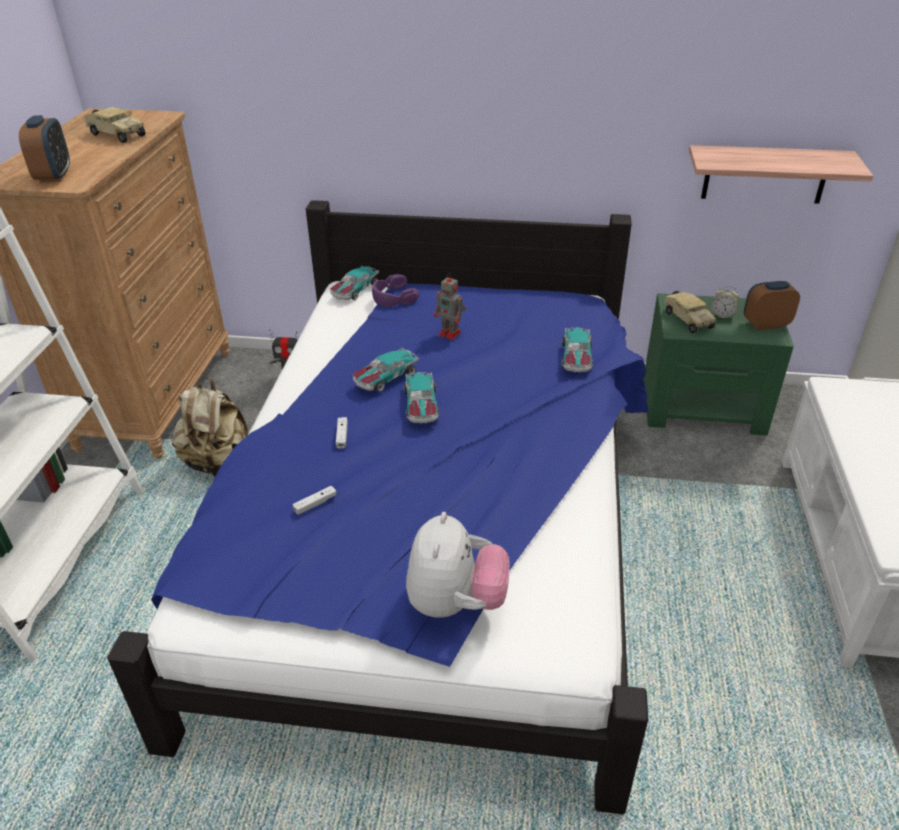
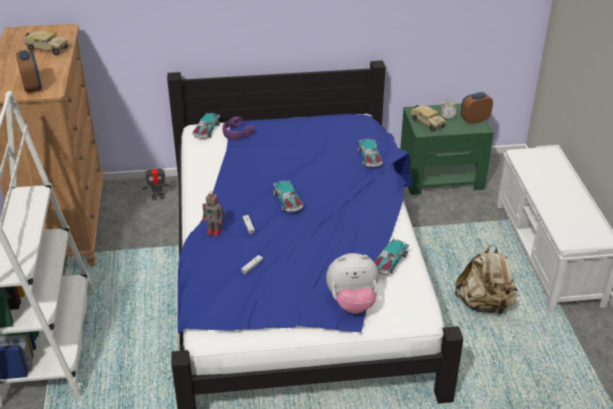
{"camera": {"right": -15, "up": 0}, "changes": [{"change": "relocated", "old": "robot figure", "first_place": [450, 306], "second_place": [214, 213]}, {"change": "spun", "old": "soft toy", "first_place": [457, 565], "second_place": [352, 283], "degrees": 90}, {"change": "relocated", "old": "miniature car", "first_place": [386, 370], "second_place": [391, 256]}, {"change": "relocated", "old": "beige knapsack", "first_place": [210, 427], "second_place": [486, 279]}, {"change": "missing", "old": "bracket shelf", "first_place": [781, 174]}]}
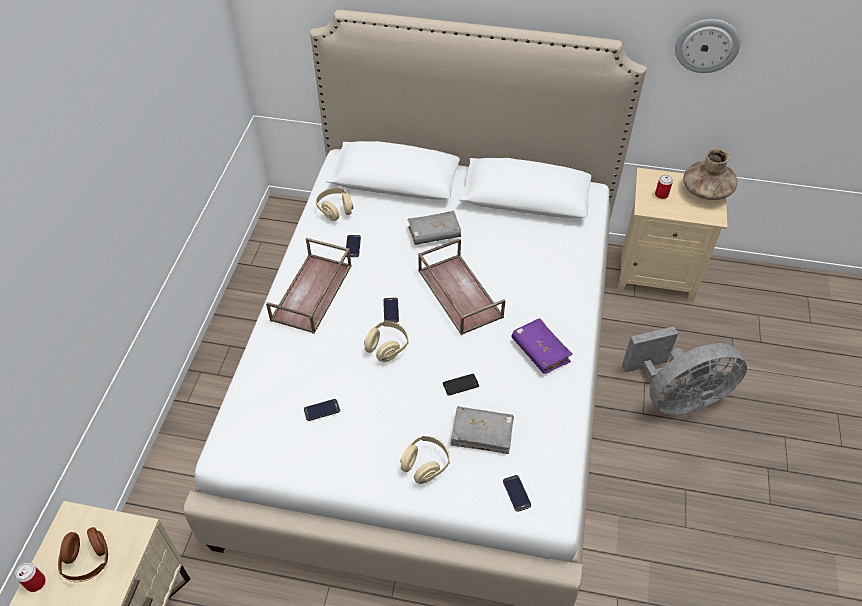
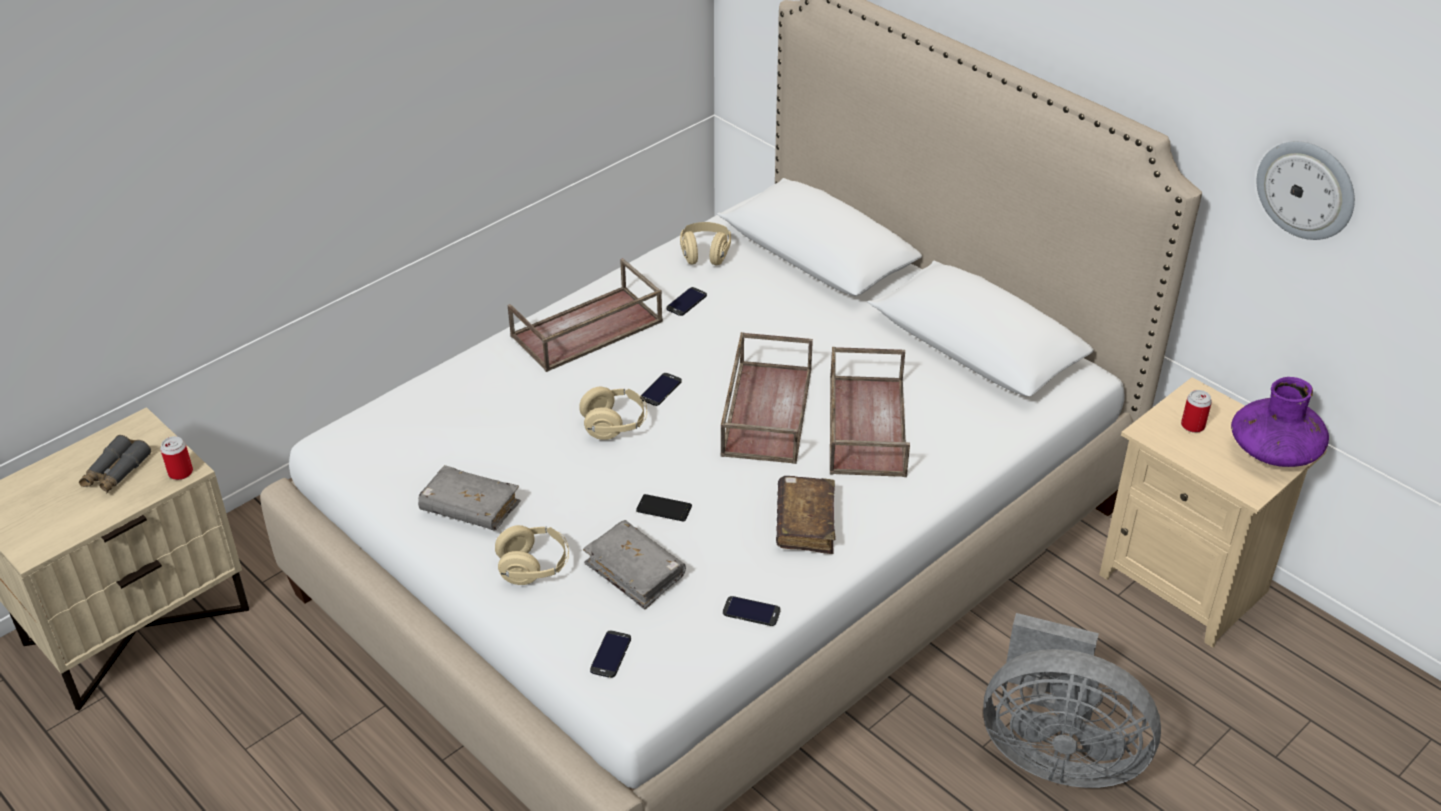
{"camera": {"right": 35, "up": -10}, "changes": [{"change": "exchanged", "old": "brown headphones", "new": "gray binoculars", "first_place": [83, 554], "second_place": [115, 464]}, {"change": "relocated", "old": "metal can", "first_place": [30, 577], "second_place": [176, 458]}, {"change": "relocated", "old": "gray book", "first_place": [434, 228], "second_place": [469, 497]}, {"change": "relocated", "old": "phone", "first_place": [322, 410], "second_place": [752, 611]}, {"change": "colour", "old": "purplish book", "new": "brown book", "first_place": [542, 346], "second_place": [805, 515]}, {"change": "appeared", "new": "brown carrying tray", "second_place": [870, 412]}, {"change": "colour", "old": "brown decorative vase", "new": "purplish decorative vase", "first_place": [710, 174], "second_place": [1280, 422]}]}
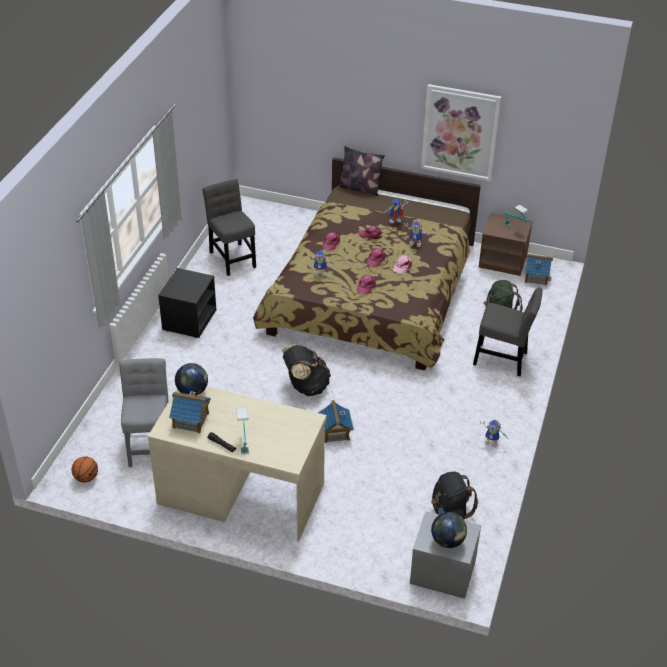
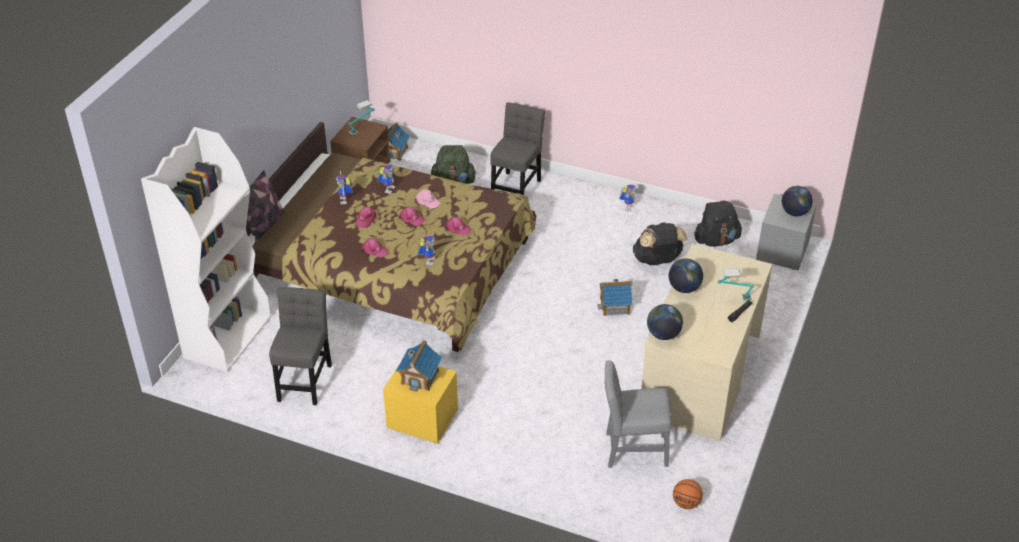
{"camera": {"right": -85, "up": 0}, "changes": [{"change": "appeared", "new": "white shelving unit", "second_place": [206, 249]}, {"change": "spun", "old": "gray upright chair", "first_place": [229, 227], "second_place": [300, 346], "degrees": 120}, {"change": "colour", "old": "black bedside table", "new": "yellow-coloured bedside table", "first_place": [187, 303], "second_place": [420, 405]}, {"change": "relocated", "old": "model house", "first_place": [189, 412], "second_place": [419, 366]}, {"change": "relocated", "old": "black knapsack", "first_place": [306, 370], "second_place": [660, 243]}, {"change": "appeared", "new": "desk globe", "second_place": [686, 276]}, {"change": "missing", "old": "wall picture", "first_place": [461, 132]}]}
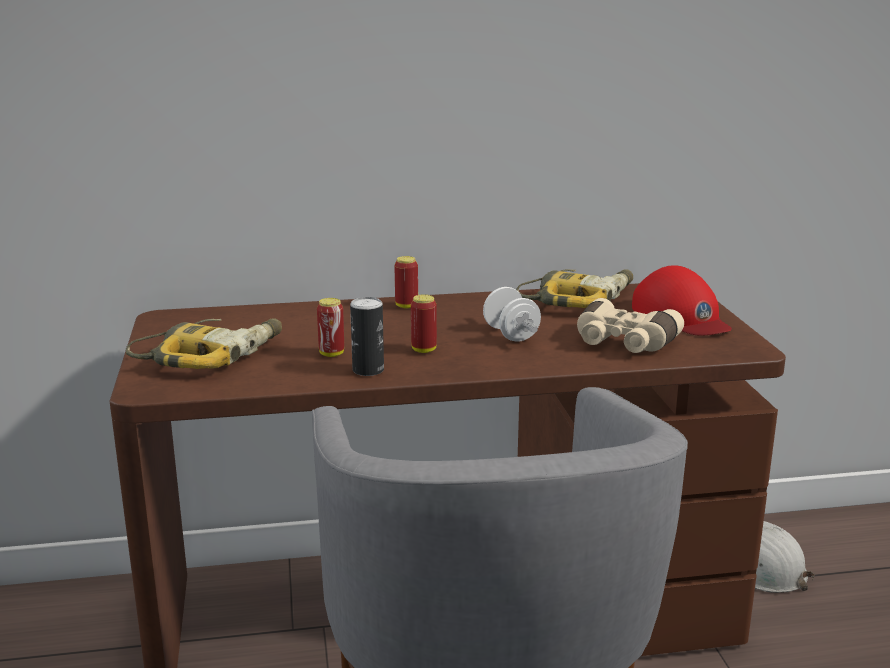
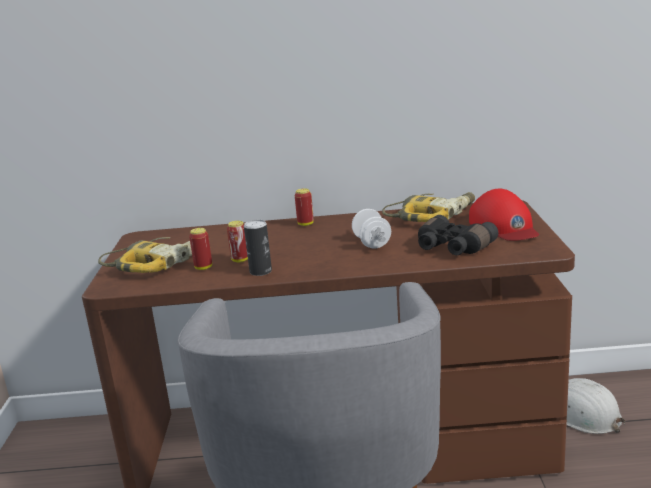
{"camera": {"right": 10, "up": 0}, "changes": [{"change": "relocated", "old": "metal can", "first_place": [424, 323], "second_place": [200, 249]}, {"change": "colour", "old": "beige binoculars", "new": "black binoculars", "first_place": [630, 325], "second_place": [458, 235]}]}
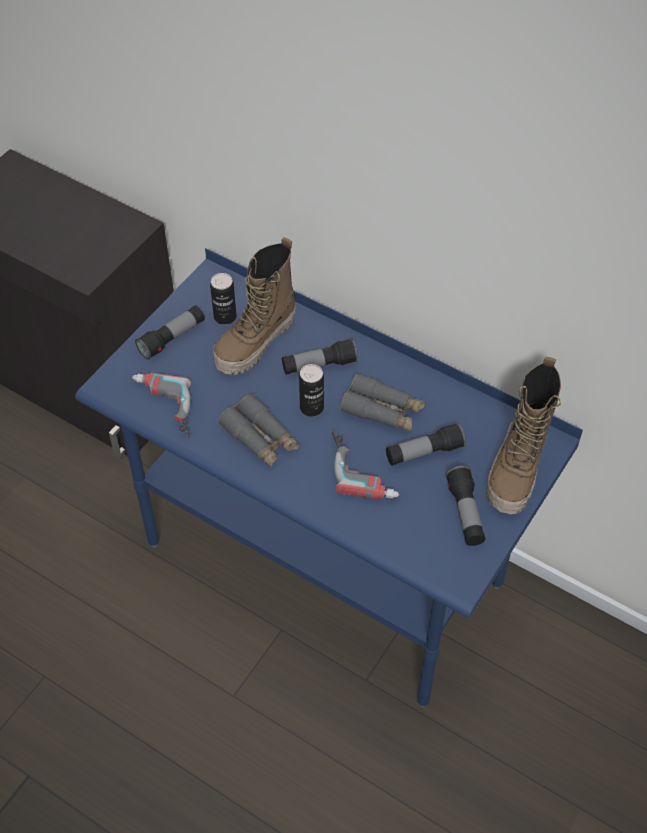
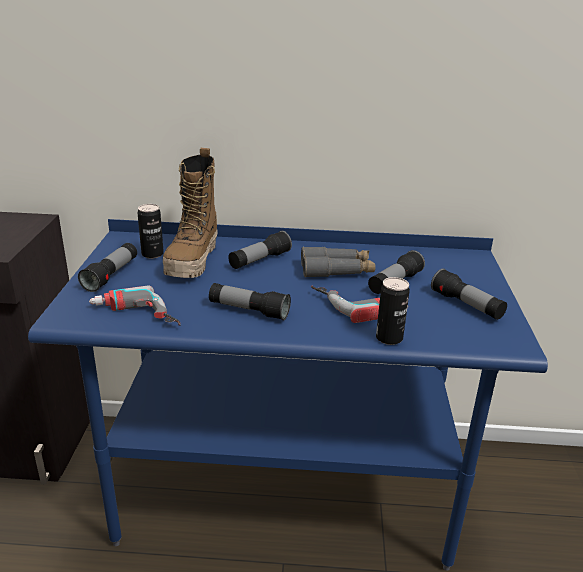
{"camera": {"right": -30, "up": -25}, "changes": [{"change": "exchanged", "old": "gray binoculars", "new": "flashlight", "first_place": [258, 431], "second_place": [250, 302]}, {"change": "relocated", "old": "metal can", "first_place": [311, 390], "second_place": [393, 311]}, {"change": "missing", "old": "high-top boot", "first_place": [523, 436]}]}
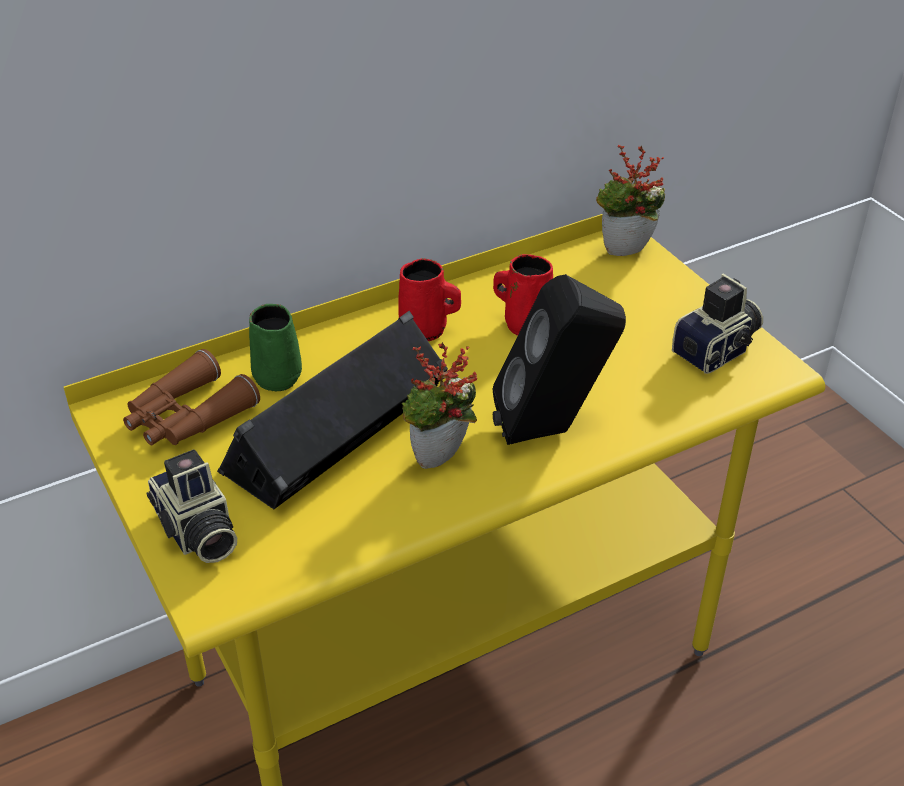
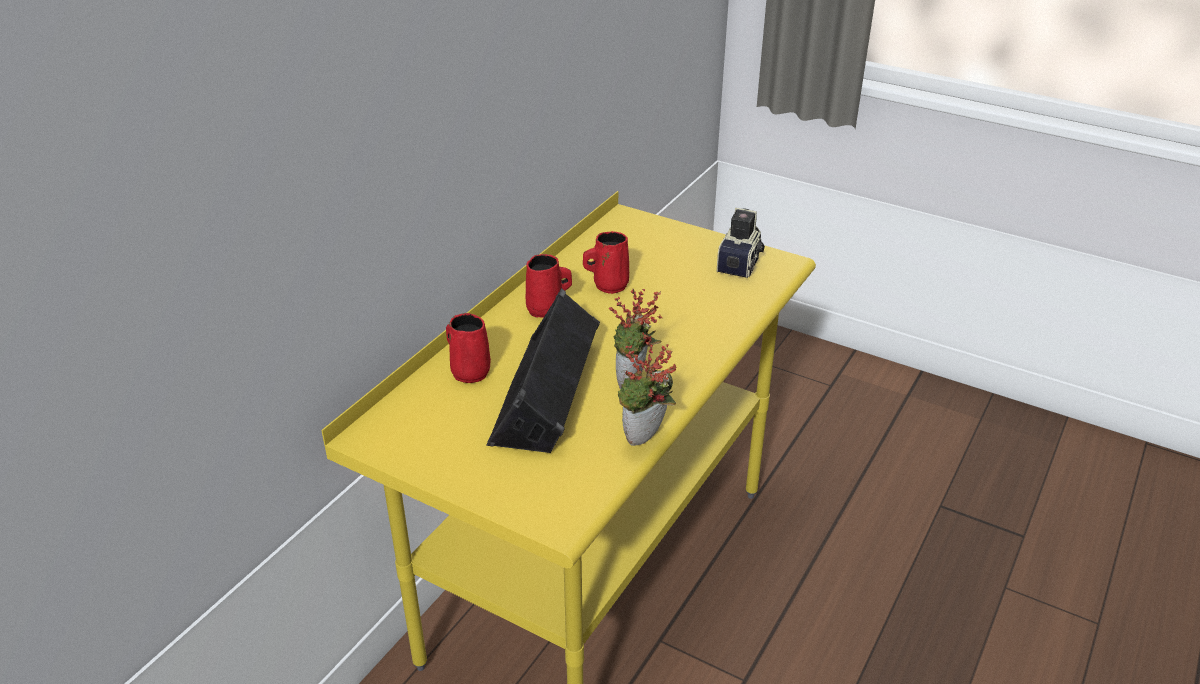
{"camera": {"right": -30, "up": -5}, "changes": [{"change": "colour", "old": "greenish mug", "new": "reddish mug", "first_place": [275, 347], "second_place": [468, 348]}, {"change": "relocated", "old": "plant in a pot", "first_place": [630, 200], "second_place": [647, 393]}, {"change": "missing", "old": "brown binoculars", "first_place": [191, 397]}, {"change": "missing", "old": "photo camera", "first_place": [191, 506]}, {"change": "missing", "old": "black speaker", "first_place": [559, 359]}]}
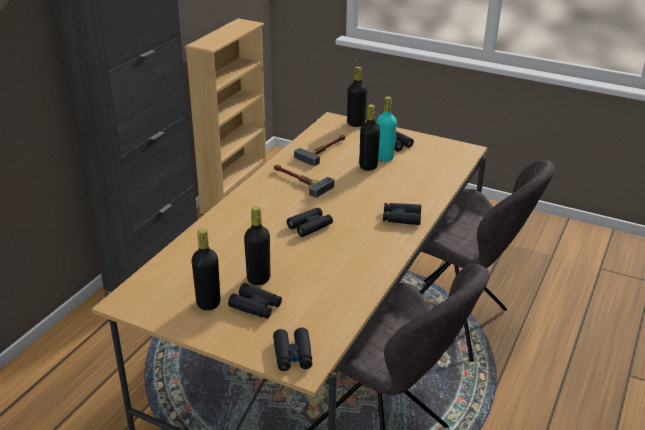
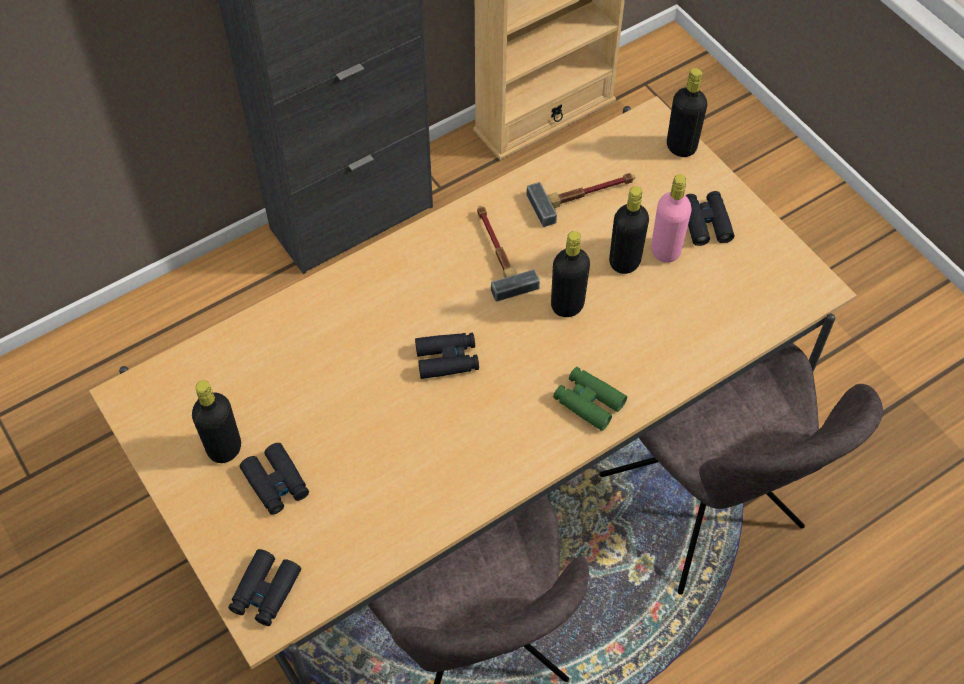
{"camera": {"right": 30, "up": 25}, "changes": [{"change": "relocated", "old": "black bottle", "first_place": [257, 245], "second_place": [570, 274]}, {"change": "colour", "old": "black binoculars", "new": "greenish binoculars", "first_place": [402, 214], "second_place": [590, 399]}, {"change": "colour", "old": "turquoise bottle", "new": "pink bottle", "first_place": [387, 128], "second_place": [671, 218]}]}
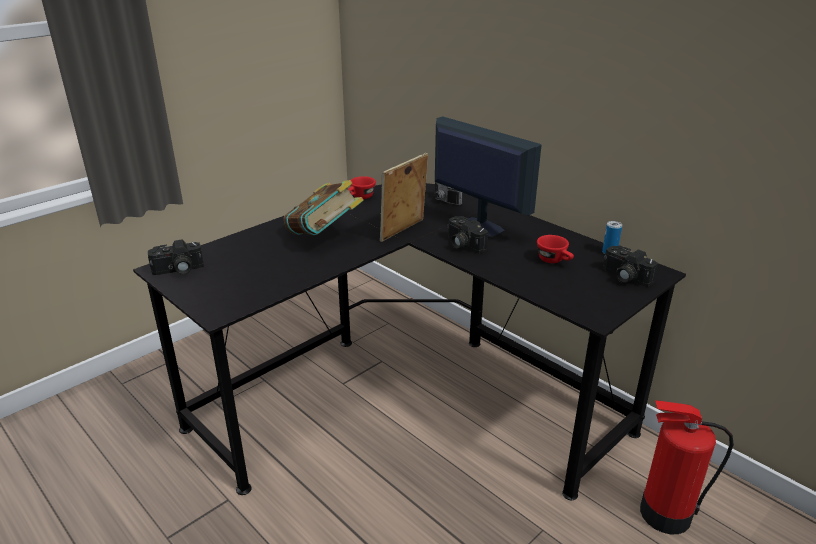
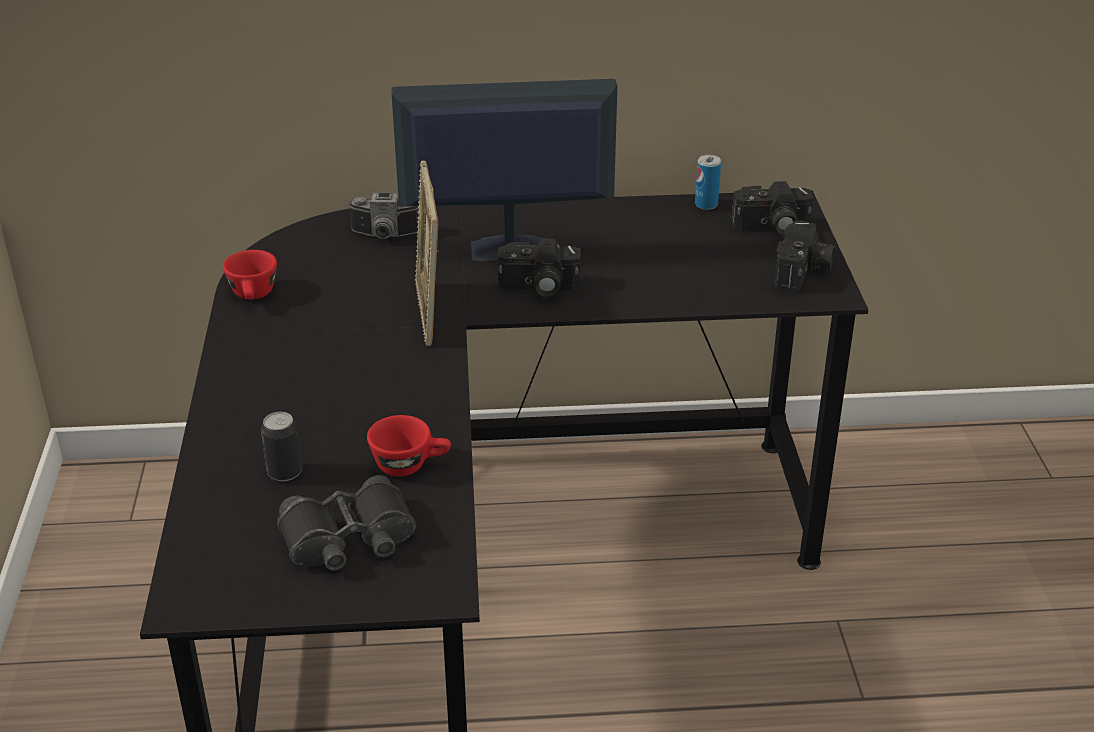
{"camera": {"right": -50, "up": 5}, "changes": [{"change": "appeared", "new": "metal can", "second_place": [281, 446]}, {"change": "appeared", "new": "black binoculars", "second_place": [346, 522]}, {"change": "relocated", "old": "reddish small cup", "first_place": [555, 249], "second_place": [409, 445]}, {"change": "relocated", "old": "photo camera", "first_place": [176, 257], "second_place": [804, 256]}, {"change": "missing", "old": "book", "first_place": [323, 207]}, {"change": "missing", "old": "fire extinguisher", "first_place": [687, 467]}]}
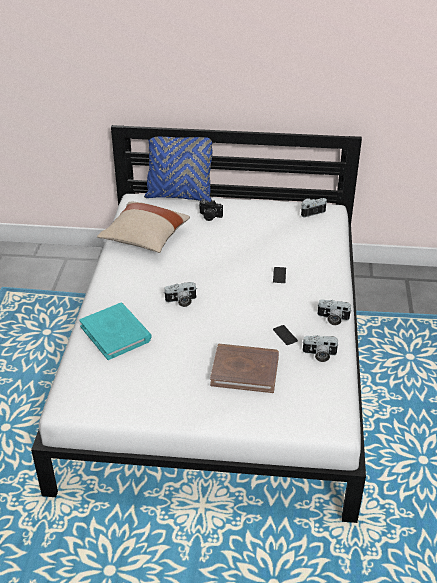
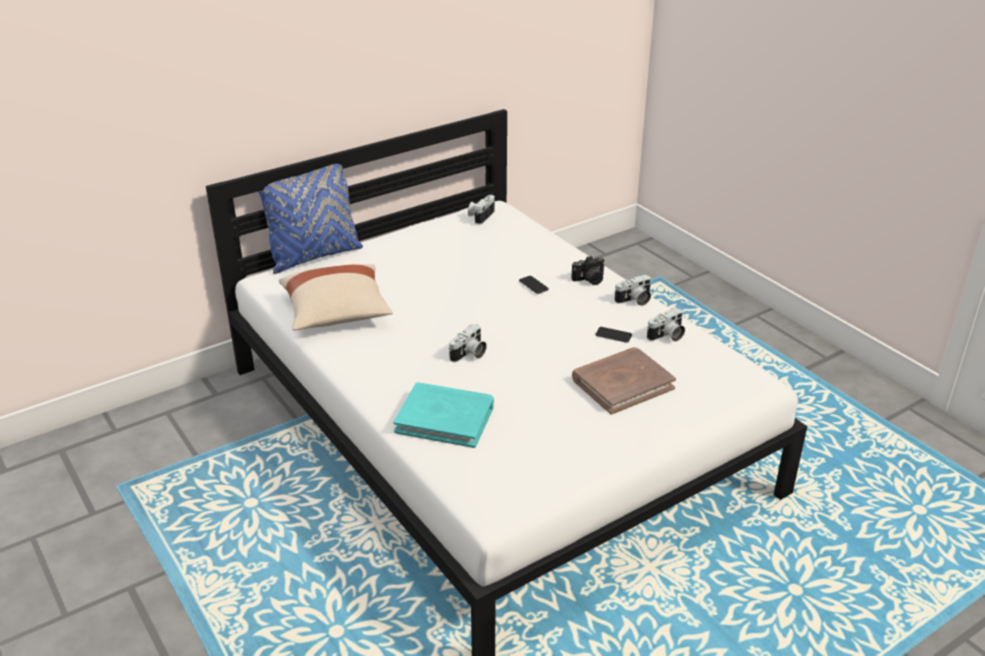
{"camera": {"right": -40, "up": -5}, "changes": [{"change": "relocated", "old": "photo camera", "first_place": [211, 210], "second_place": [588, 270]}]}
